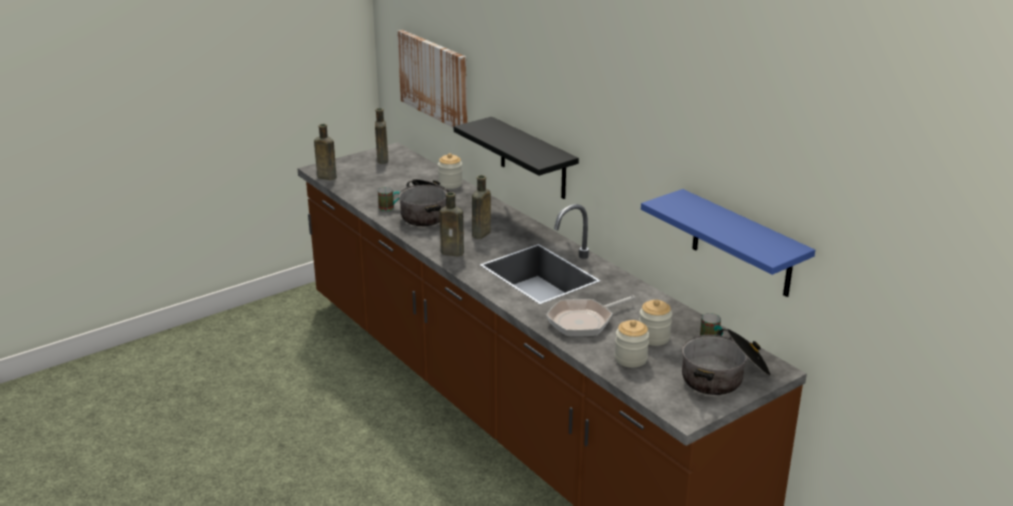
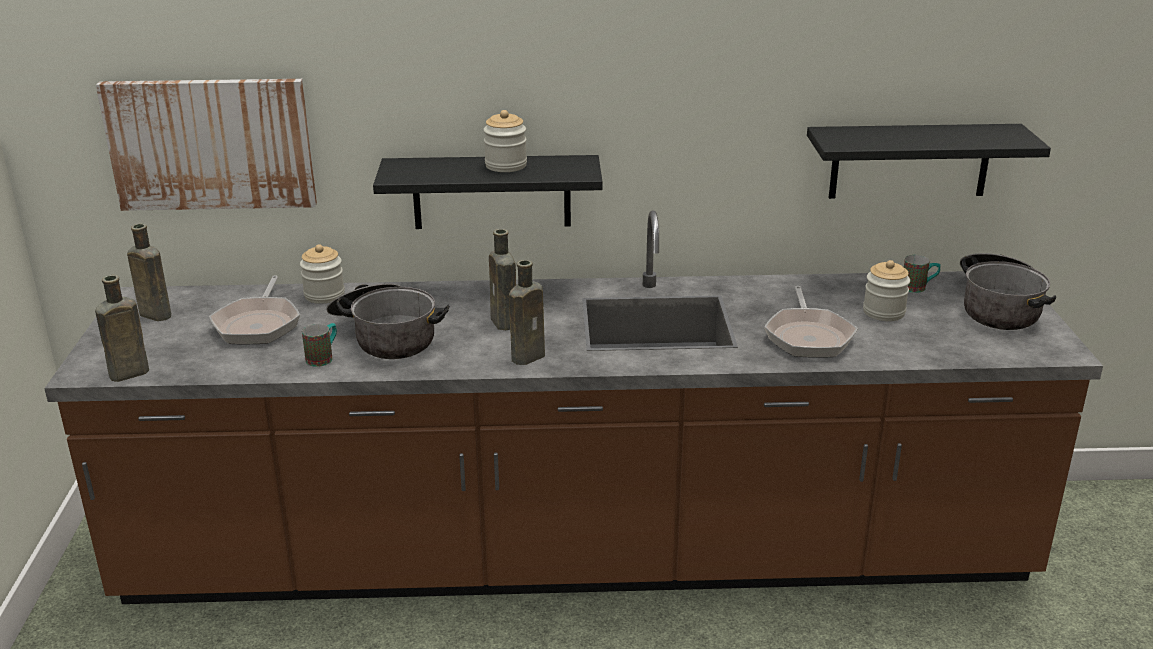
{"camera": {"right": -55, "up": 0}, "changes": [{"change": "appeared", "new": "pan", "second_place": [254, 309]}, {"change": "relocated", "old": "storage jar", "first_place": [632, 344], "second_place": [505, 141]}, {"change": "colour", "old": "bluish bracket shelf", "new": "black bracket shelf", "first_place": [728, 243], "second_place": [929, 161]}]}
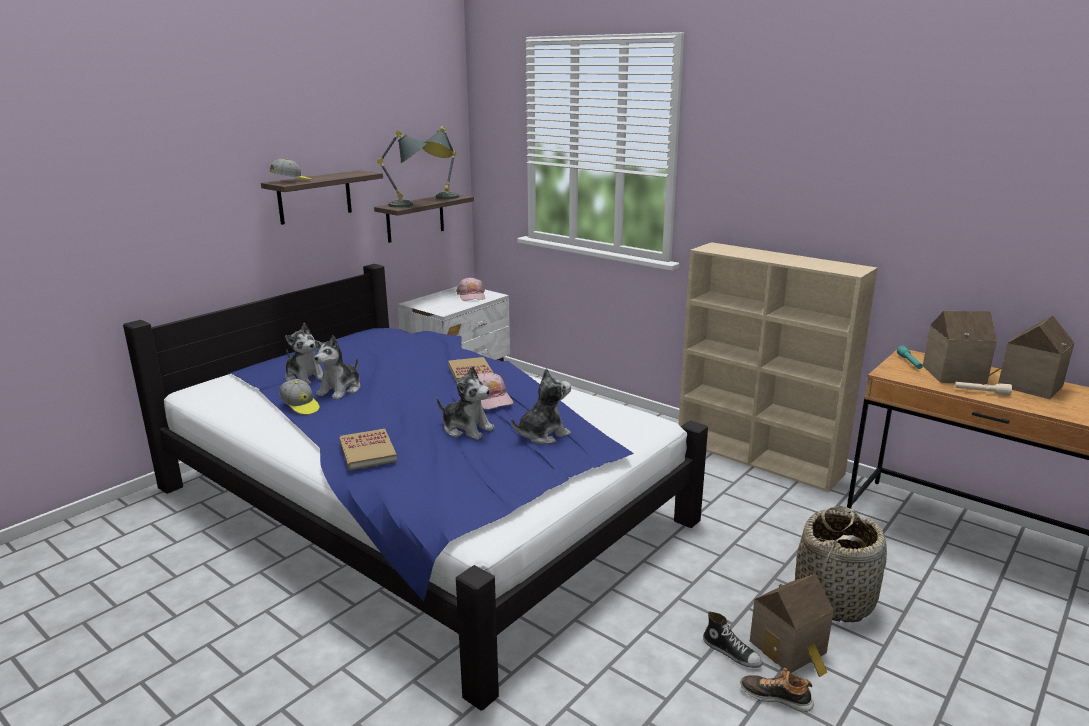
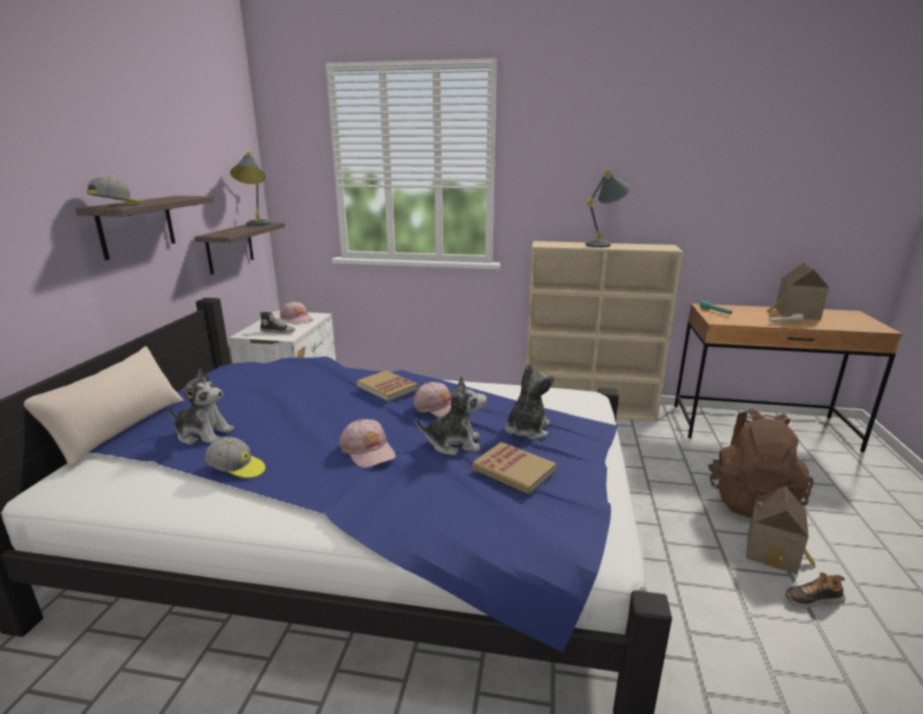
{"camera": {"right": -30, "up": 0}, "changes": [{"change": "appeared", "new": "beige cushion", "second_place": [104, 406]}, {"change": "relocated", "old": "item of footwear", "first_place": [733, 640], "second_place": [277, 323]}, {"change": "appeared", "new": "pink peaked cap", "second_place": [367, 443]}, {"change": "relocated", "old": "book", "first_place": [368, 449], "second_place": [514, 468]}, {"change": "relocated", "old": "gray lamp for a table", "first_place": [402, 169], "second_place": [608, 209]}, {"change": "exchanged", "old": "basket", "new": "brown knapsack", "first_place": [841, 565], "second_place": [760, 463]}, {"change": "missing", "old": "soft toy", "first_place": [337, 367]}, {"change": "missing", "old": "model house", "first_place": [960, 347]}]}
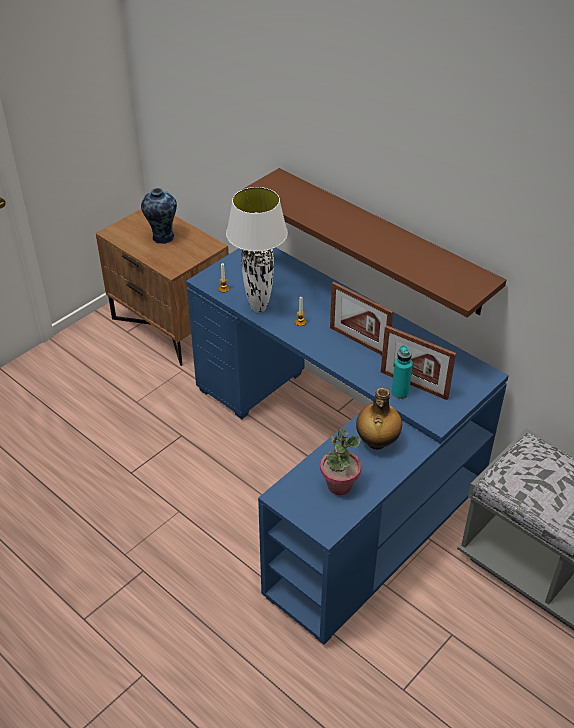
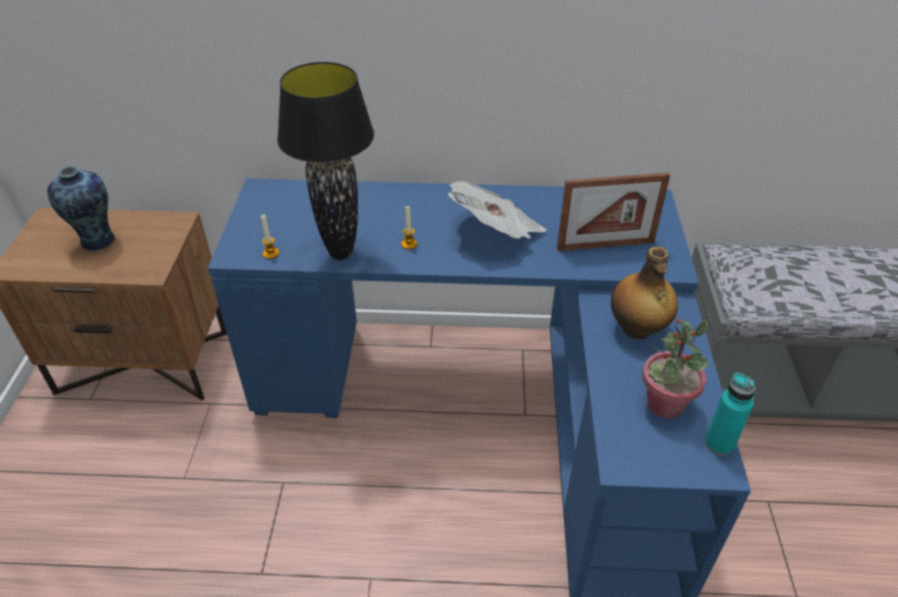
{"camera": {"right": -40, "up": 0}, "changes": [{"change": "colour", "old": "white lamp for a table", "new": "black lamp for a table", "first_place": [257, 250], "second_place": [325, 161]}, {"change": "exchanged", "old": "standing frame", "new": "newspaper", "first_place": [361, 318], "second_place": [496, 210]}, {"change": "relocated", "old": "turquoise bottle", "first_place": [402, 372], "second_place": [730, 414]}, {"change": "missing", "old": "brown bracket shelf", "first_place": [374, 243]}]}
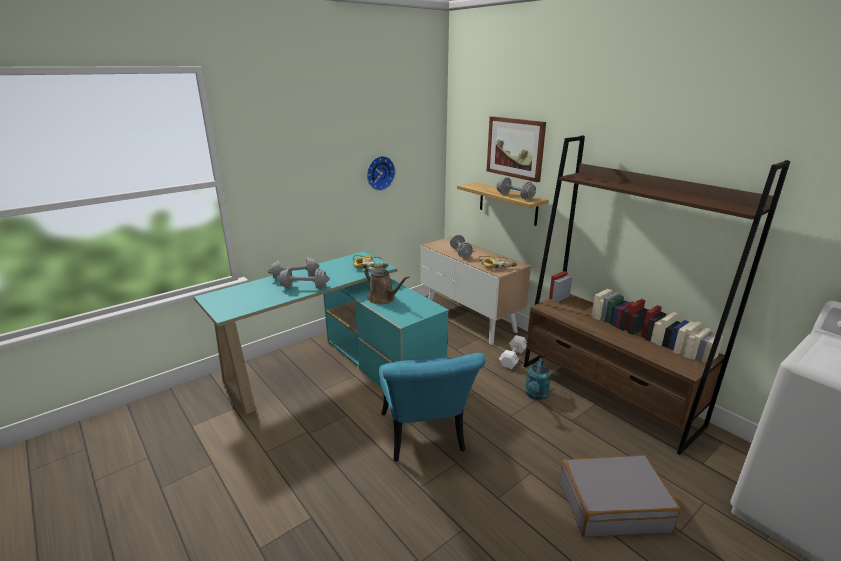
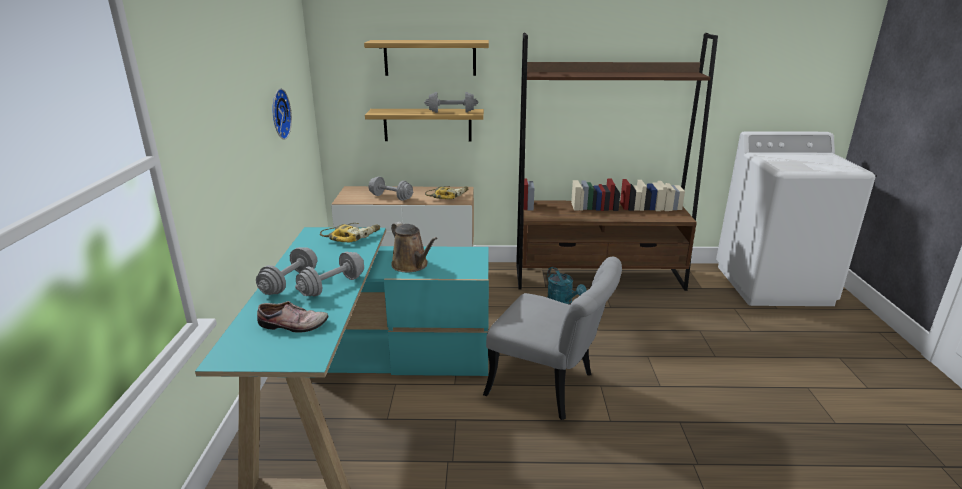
{"camera": {"right": -50, "up": 0}, "changes": [{"change": "appeared", "new": "item of footwear", "second_place": [292, 317]}, {"change": "exchanged", "old": "wall picture", "new": "bracket shelf", "first_place": [516, 149], "second_place": [426, 58]}, {"change": "spun", "old": "brown sprinkling can", "first_place": [387, 285], "second_place": [414, 247], "degrees": 60}, {"change": "colour", "old": "turquoise upright chair", "new": "gray upright chair", "first_place": [432, 407], "second_place": [552, 338]}, {"change": "missing", "old": "white hand weight", "first_place": [513, 352]}, {"change": "missing", "old": "gray travel case", "first_place": [620, 496]}]}
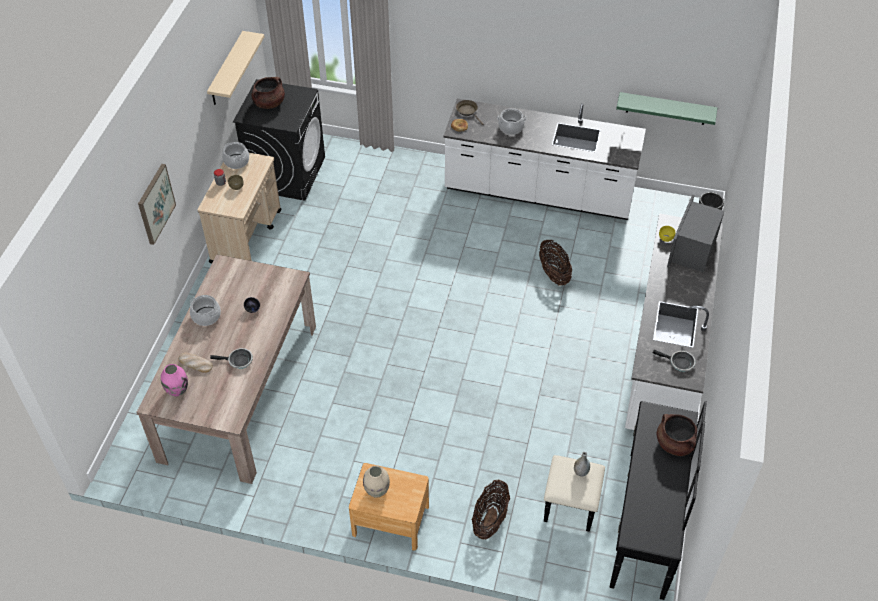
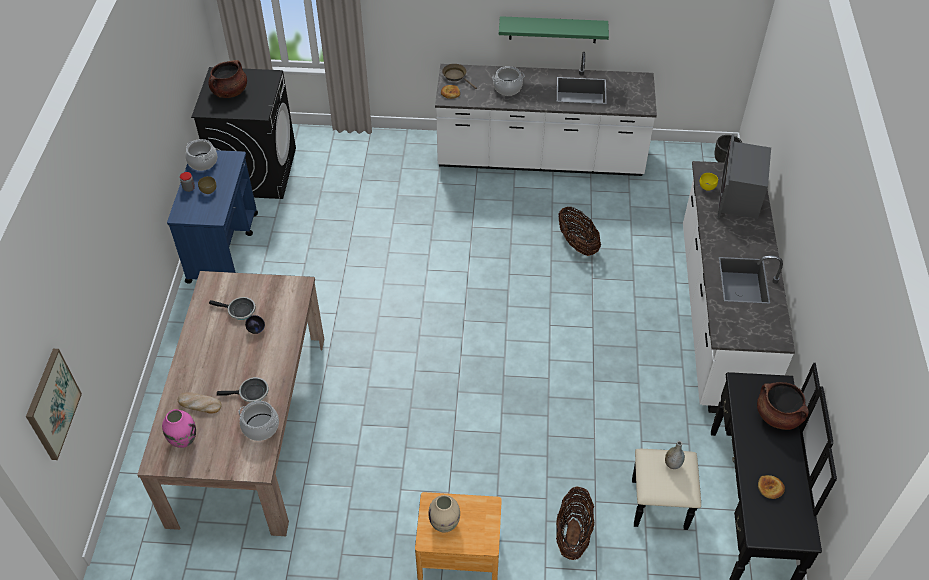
{"camera": {"right": -10, "up": 0}, "changes": [{"change": "relocated", "old": "wall picture", "first_place": [157, 204], "second_place": [54, 404]}, {"change": "colour", "old": "beige cart", "new": "bluish cart", "first_place": [240, 208], "second_place": [212, 217]}, {"change": "relocated", "old": "pan", "first_place": [673, 361], "second_place": [232, 308]}, {"change": "relocated", "old": "stockpot", "first_place": [205, 310], "second_place": [258, 421]}, {"change": "relocated", "old": "greenish bracket shelf", "first_place": [666, 108], "second_place": [554, 29]}, {"change": "appeared", "new": "baked bread", "second_place": [771, 487]}, {"change": "missing", "old": "beige bracket shelf", "first_place": [235, 68]}]}
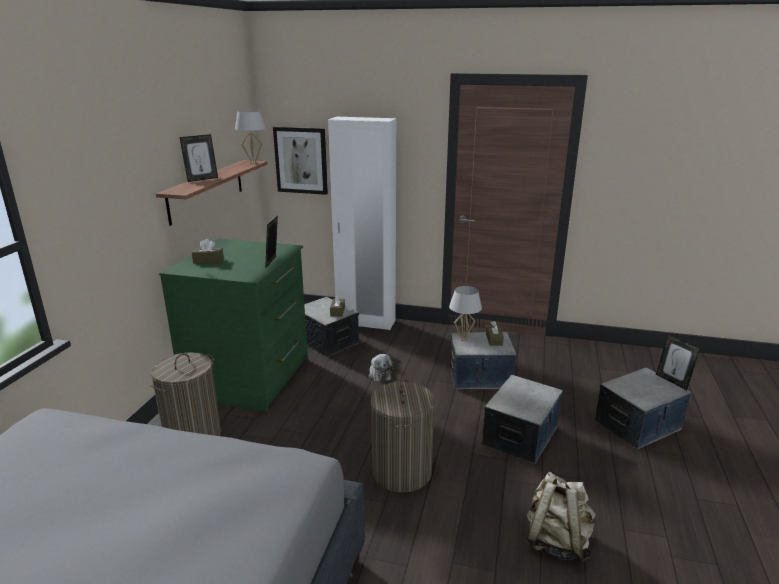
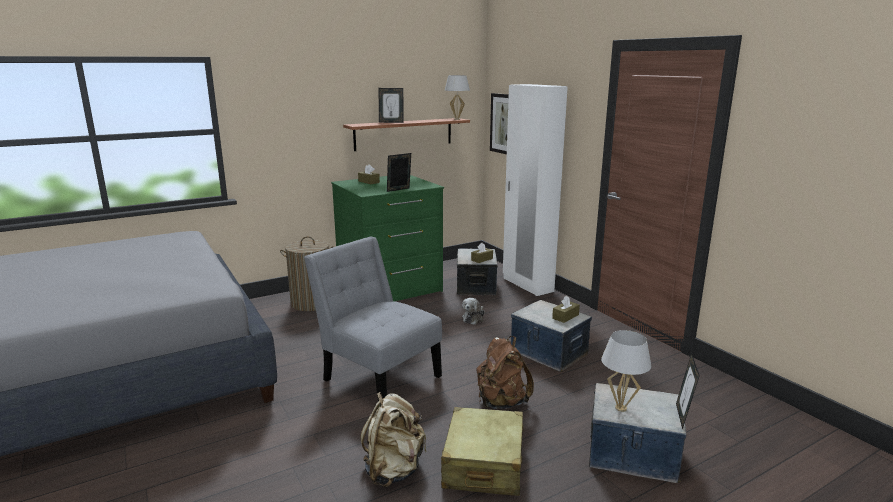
{"camera": {"right": 45, "up": -5}, "changes": [{"change": "exchanged", "old": "hamper", "new": "gray upright chair", "first_place": [403, 437], "second_place": [373, 322]}, {"change": "appeared", "new": "beige travel case", "second_place": [482, 451]}, {"change": "exchanged", "old": "storage container", "new": "brown knapsack", "first_place": [522, 419], "second_place": [505, 372]}, {"change": "relocated", "old": "white lamp for a table", "first_place": [465, 313], "second_place": [626, 371]}]}
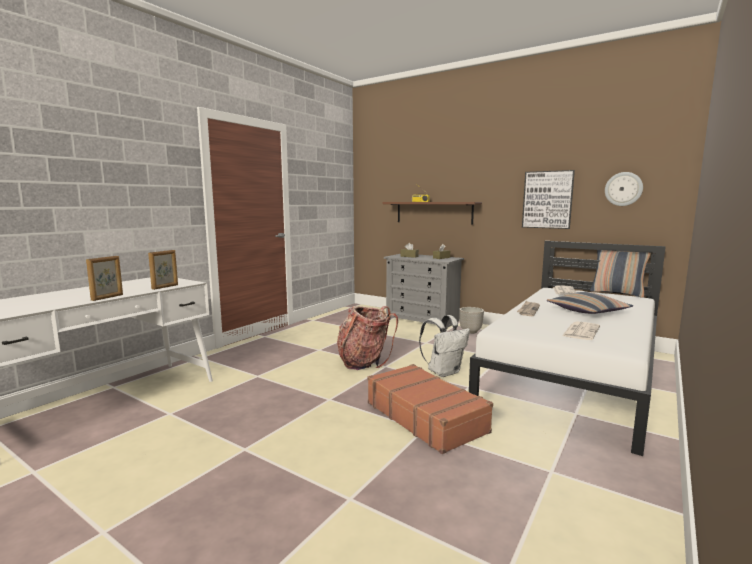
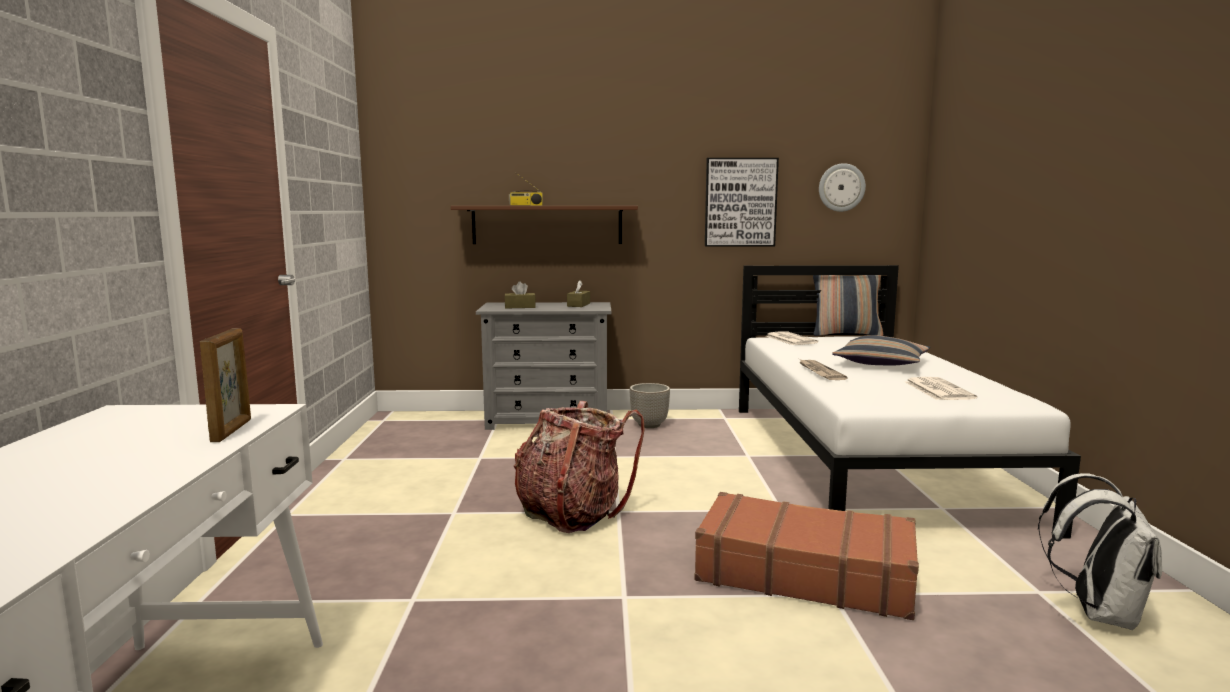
{"camera": {"right": -35, "up": 0}, "changes": [{"change": "relocated", "old": "white knapsack", "first_place": [444, 346], "second_place": [1100, 551]}, {"change": "missing", "old": "standing frame", "first_place": [104, 278]}]}
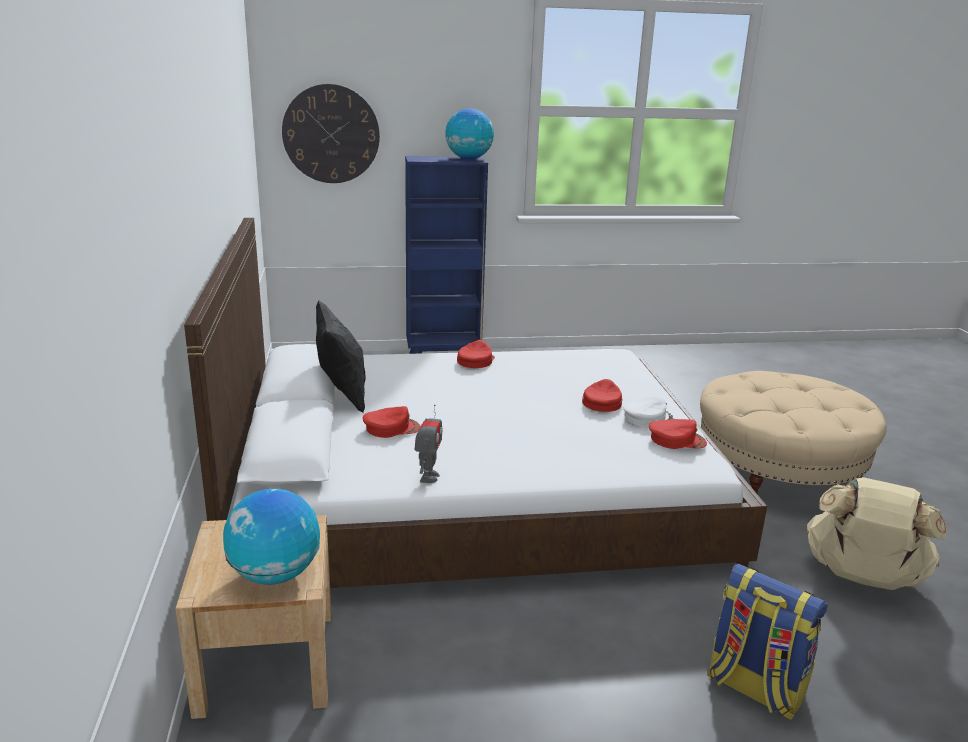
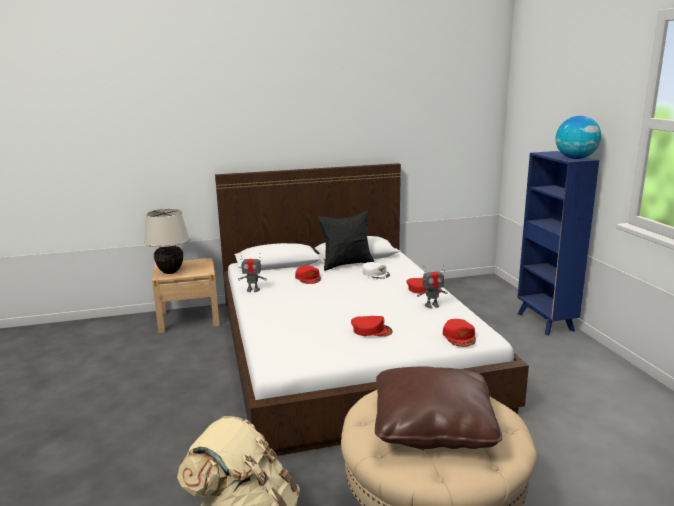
{"camera": {"right": 85, "up": -5}, "changes": [{"change": "exchanged", "old": "desk globe", "new": "beige lamp for a table", "first_place": [271, 537], "second_place": [167, 241]}, {"change": "relocated", "old": "white peaked cap", "first_place": [648, 411], "second_place": [376, 271]}, {"change": "appeared", "new": "brown cushion", "second_place": [438, 407]}, {"change": "appeared", "new": "robot figure", "second_place": [432, 286]}, {"change": "relocated", "old": "reddish peaked cap", "first_place": [678, 434], "second_place": [459, 333]}, {"change": "missing", "old": "clock on the wall", "first_place": [331, 133]}, {"change": "missing", "old": "knapsack", "first_place": [768, 642]}]}
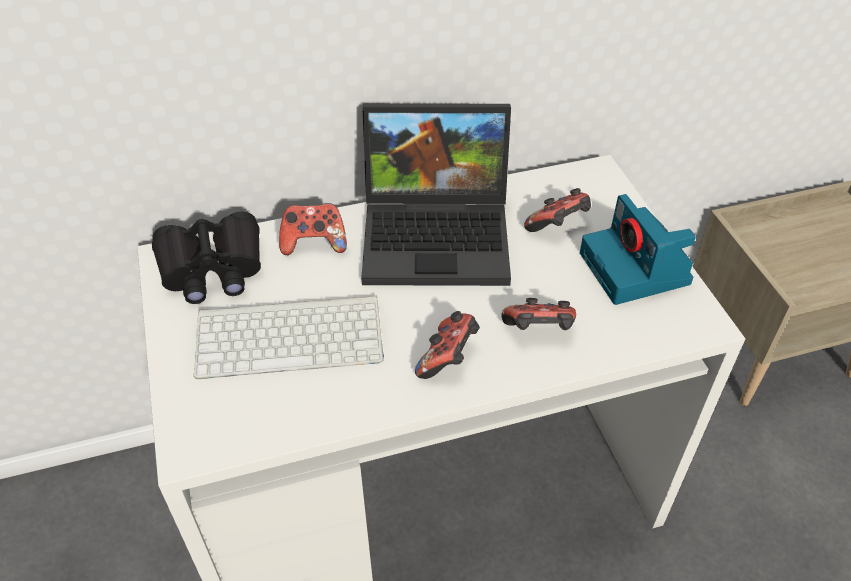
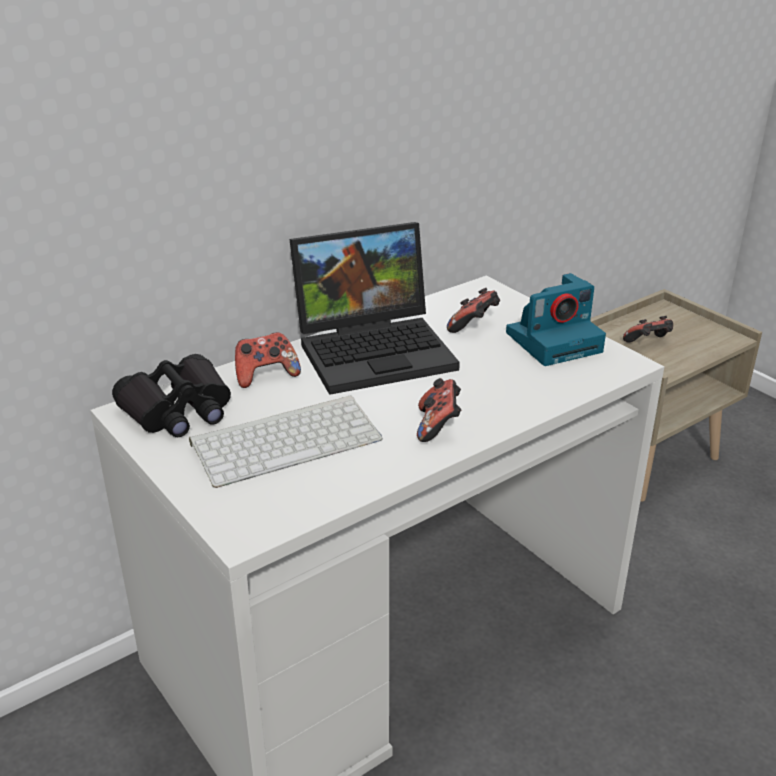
{"camera": {"right": -20, "up": -15}, "changes": [{"change": "spun", "old": "photo camera", "first_place": [638, 249], "second_place": [556, 319], "degrees": -75}, {"change": "relocated", "old": "game controller", "first_place": [538, 314], "second_place": [648, 329]}]}
